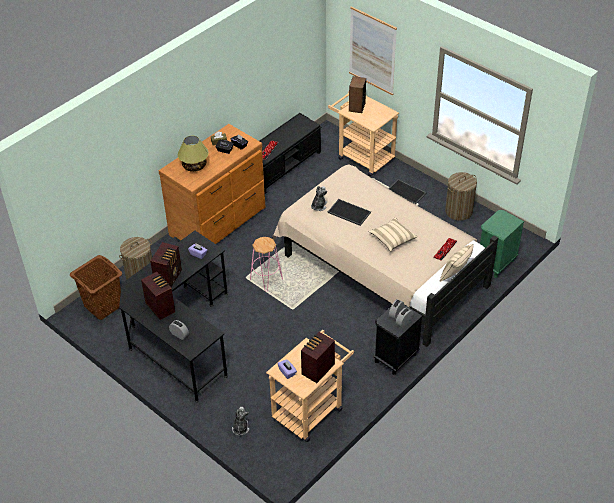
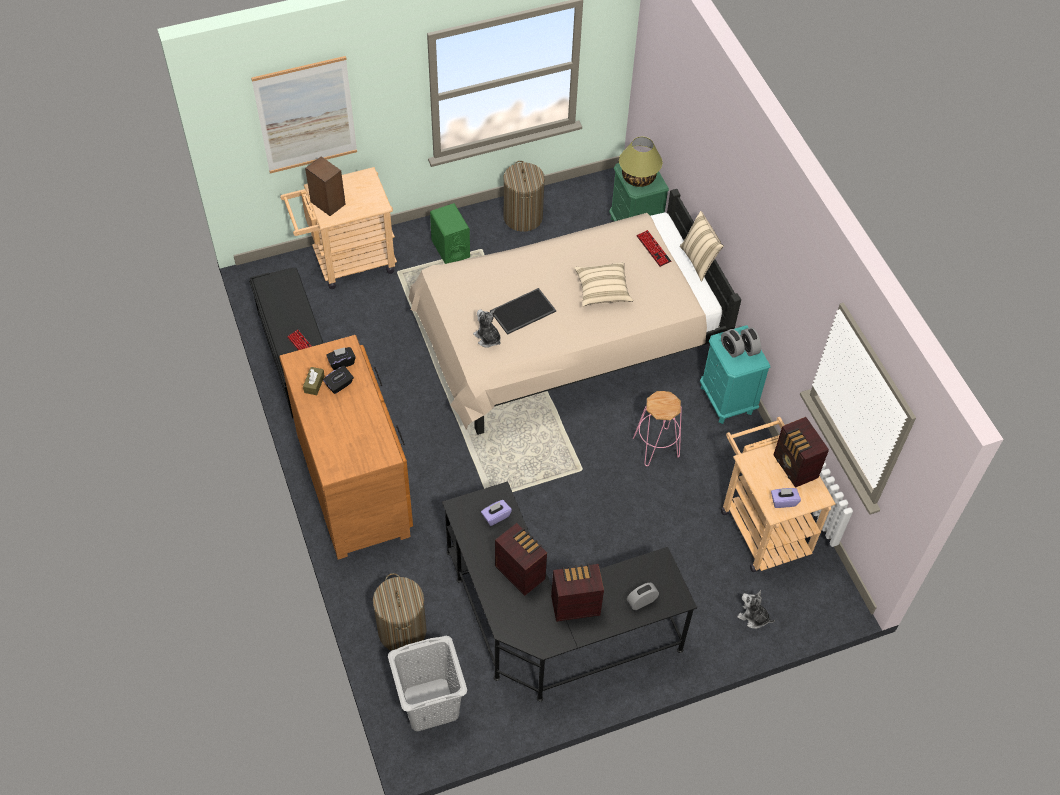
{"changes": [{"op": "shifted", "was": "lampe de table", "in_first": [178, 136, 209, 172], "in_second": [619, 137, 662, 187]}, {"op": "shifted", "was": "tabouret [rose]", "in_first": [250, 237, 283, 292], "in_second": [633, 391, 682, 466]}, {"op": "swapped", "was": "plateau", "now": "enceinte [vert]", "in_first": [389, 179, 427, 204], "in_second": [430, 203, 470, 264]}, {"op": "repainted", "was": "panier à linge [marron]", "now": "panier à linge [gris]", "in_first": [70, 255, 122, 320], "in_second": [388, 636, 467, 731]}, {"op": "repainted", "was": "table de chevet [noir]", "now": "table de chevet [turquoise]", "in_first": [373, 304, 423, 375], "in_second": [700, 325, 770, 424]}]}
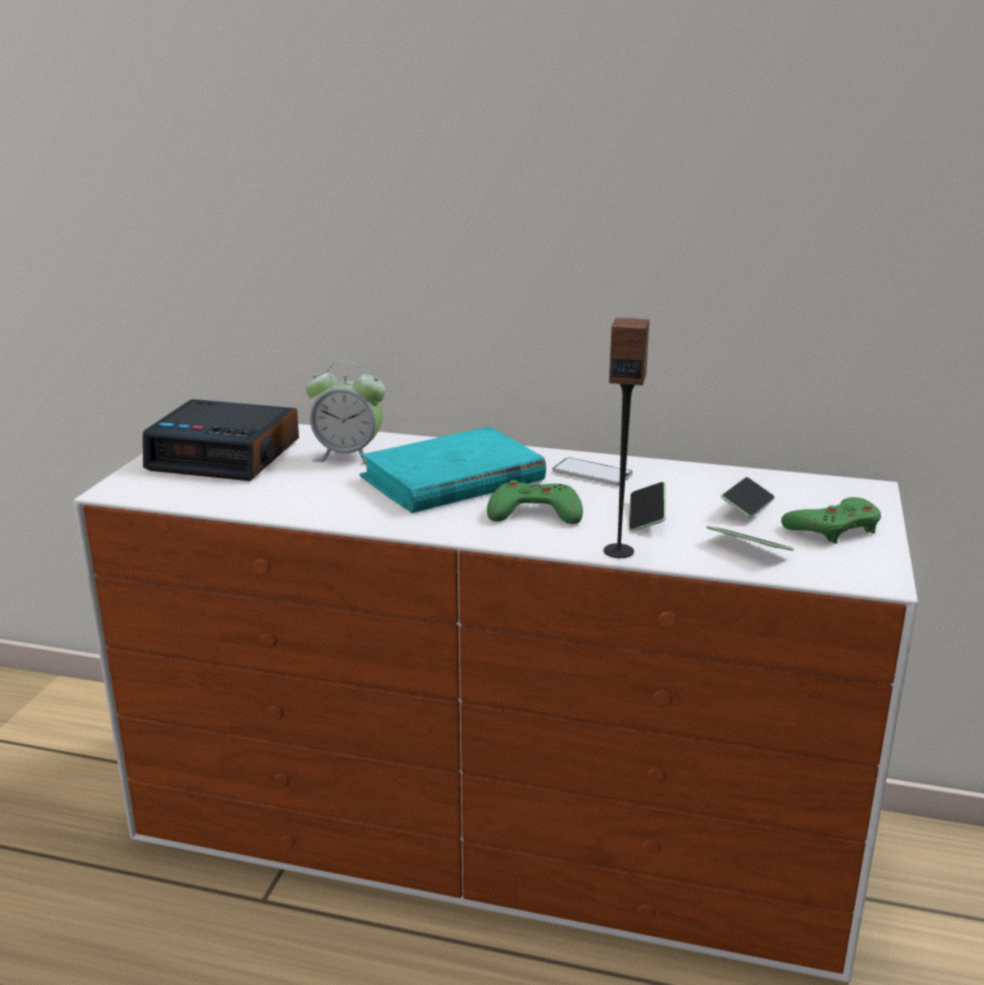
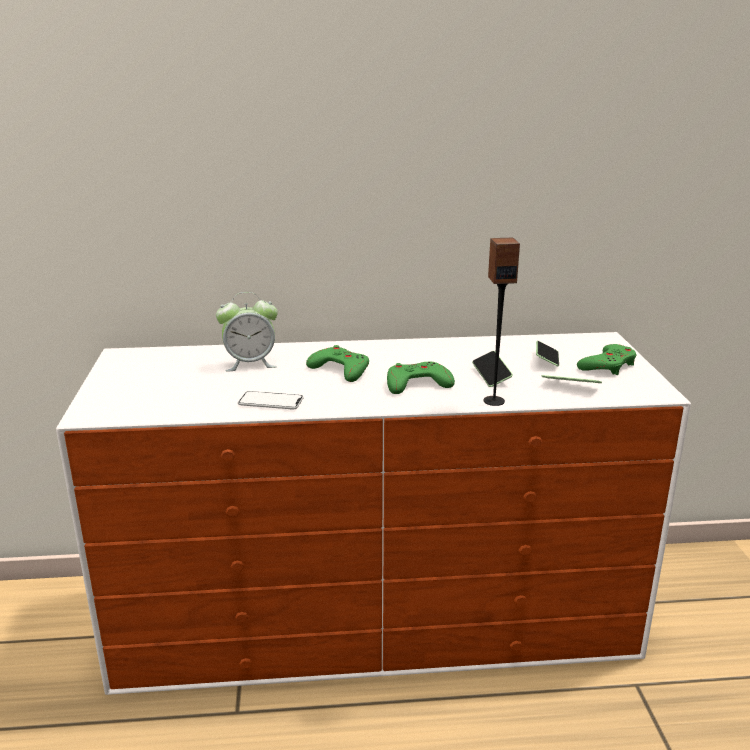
{"changes": [{"op": "gone", "was": "réveil", "in_first": [143, 399, 299, 481]}, {"op": "shifted", "was": "téléphone", "in_first": [552, 458, 633, 485], "in_second": [238, 391, 304, 410]}, {"op": "swapped", "was": "livre [turquoise]", "now": "manette [vert]", "in_first": [359, 426, 546, 513], "in_second": [306, 345, 369, 382]}]}
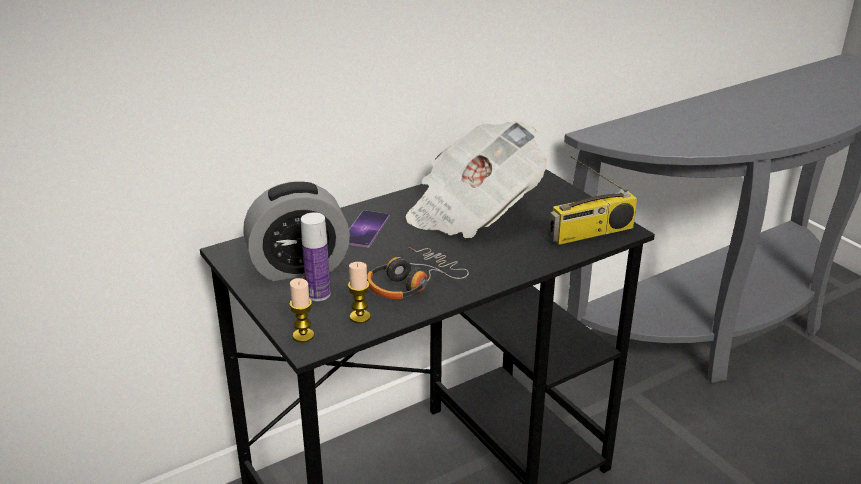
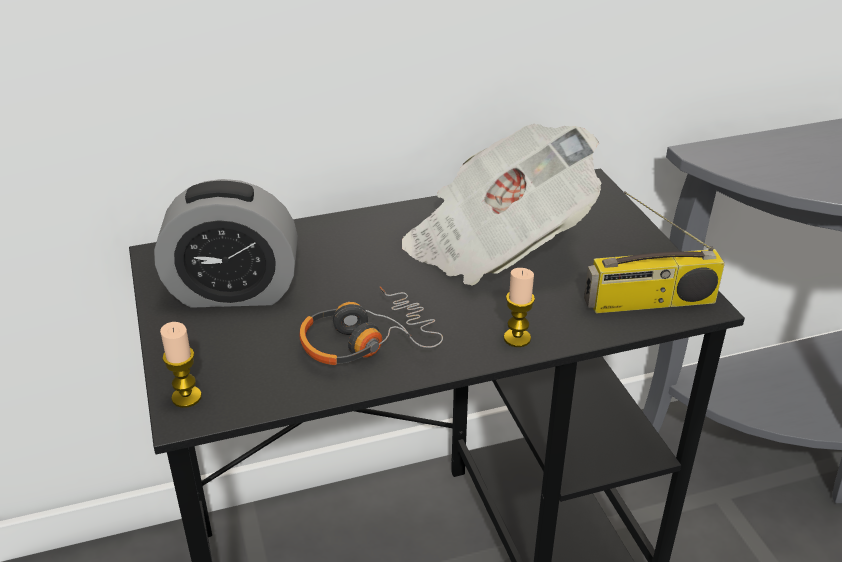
{"changes": [{"op": "gone", "was": "bouteille", "in_first": [301, 212, 331, 301]}, {"op": "gone", "was": "téléphone", "in_first": [349, 210, 390, 248]}, {"op": "shifted", "was": "bougie", "in_first": [348, 262, 371, 323], "in_second": [504, 268, 535, 347]}]}
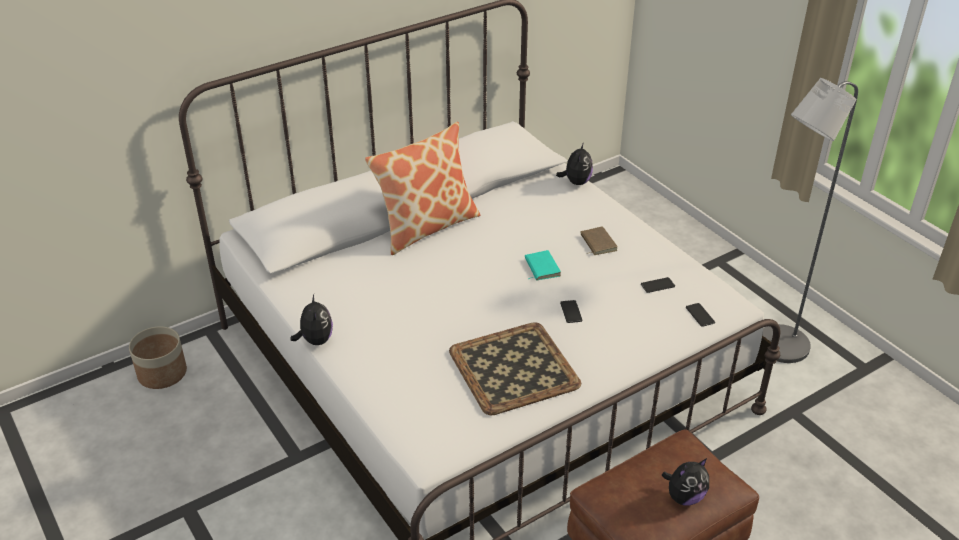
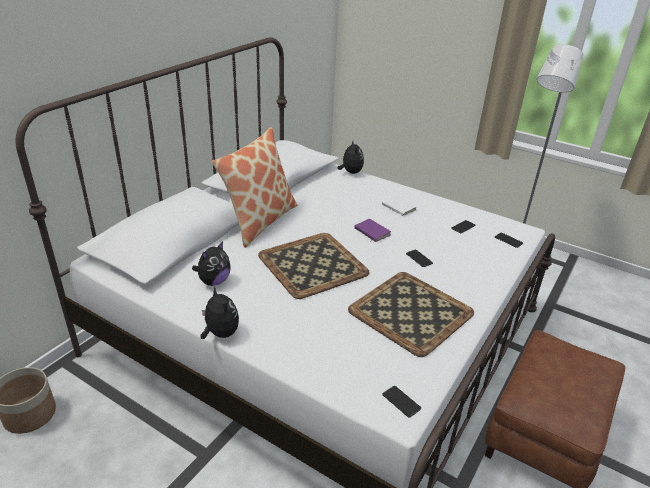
{"changes": [{"op": "new", "now": "plateau", "in_second": [258, 233, 369, 299]}, {"op": "new", "now": "téléphone", "in_second": [382, 386, 421, 417]}, {"op": "shifted", "was": "peluche", "in_first": [662, 458, 709, 506], "in_second": [192, 242, 231, 286]}, {"op": "repainted", "was": "livre [turquoise]", "now": "livre [violet]", "in_first": [525, 250, 561, 280], "in_second": [354, 219, 391, 242]}, {"op": "repainted", "was": "livre [marron]", "now": "livre [blanc]", "in_first": [581, 226, 618, 255], "in_second": [382, 196, 416, 216]}]}
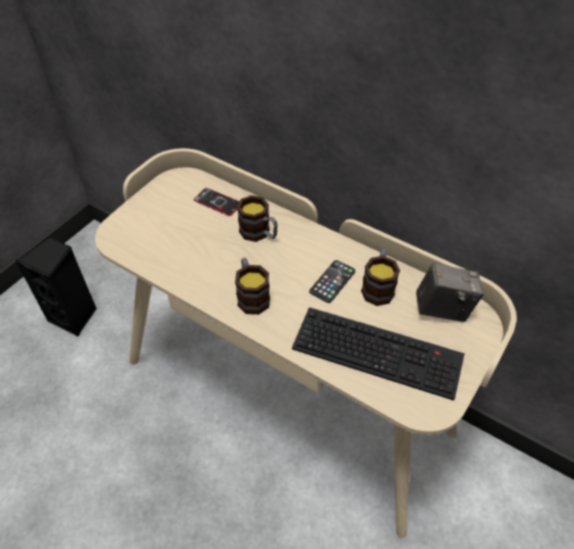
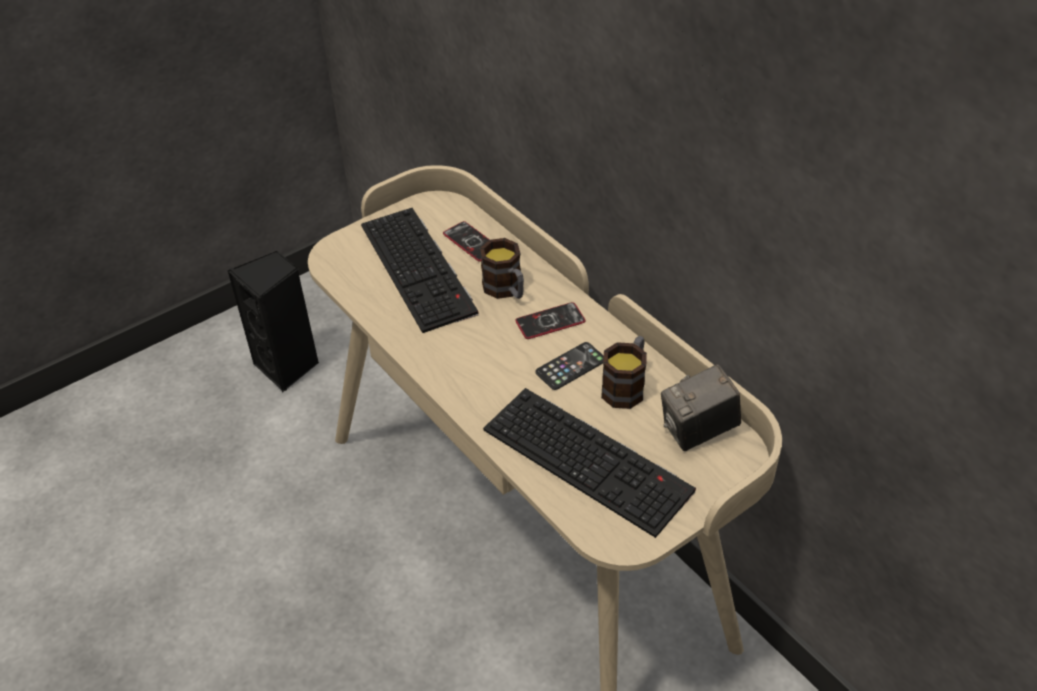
{"changes": [{"op": "gone", "was": "mug", "in_first": [235, 258, 270, 315]}, {"op": "new", "now": "clavier", "in_second": [361, 208, 479, 333]}, {"op": "new", "now": "téléphone", "in_second": [515, 302, 586, 339]}, {"op": "rotated", "was": "appareil photo", "in_first": [416, 263, 484, 322], "in_second": [661, 364, 741, 451], "clockwise": 135}]}
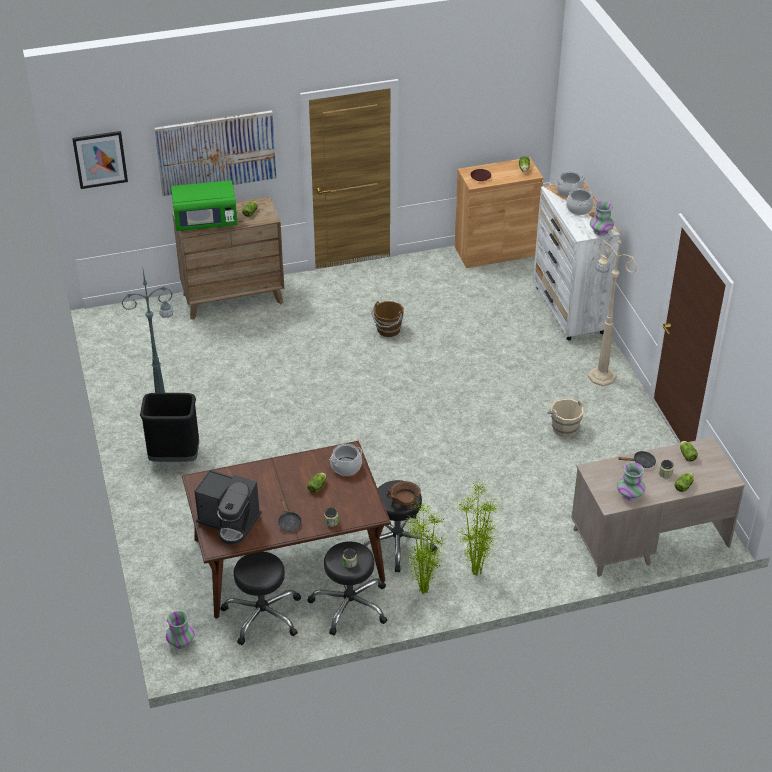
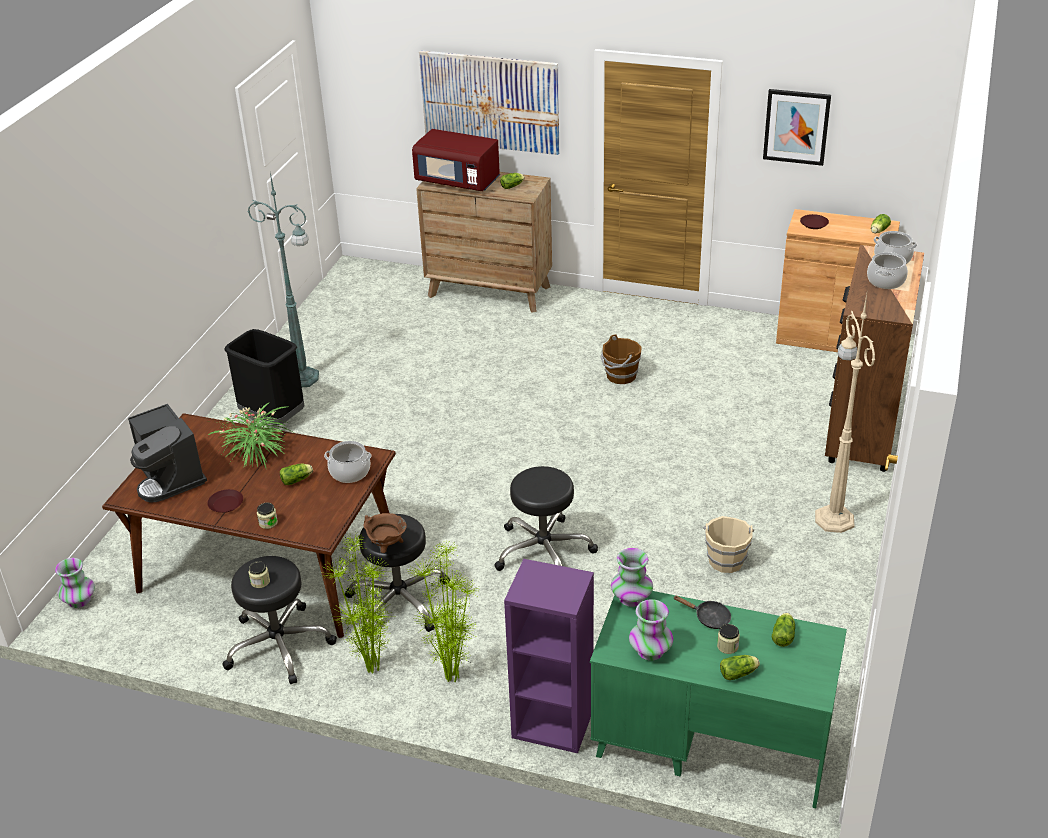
{"changes": [{"op": "new", "now": "plante en pot", "in_second": [208, 403, 293, 468]}, {"op": "new", "now": "bibliothèque [violet]", "in_second": [504, 559, 594, 753]}, {"op": "shifted", "was": "tableau", "in_first": [72, 131, 128, 189], "in_second": [763, 89, 831, 166]}, {"op": "shifted", "was": "tabouret [noir]", "in_first": [220, 552, 301, 645], "in_second": [494, 466, 598, 571]}, {"op": "shifted", "was": "vase", "in_first": [590, 201, 614, 236], "in_second": [611, 548, 653, 607]}, {"op": "swapped", "was": "poêle [noir]", "now": "assiette [marron]", "in_first": [278, 498, 302, 532], "in_second": [207, 489, 243, 513]}, {"op": "repainted", "was": "micro-ondes [vert]", "now": "micro-ondes [rouge]", "in_first": [171, 180, 237, 231], "in_second": [412, 129, 500, 191]}, {"op": "repainted", "was": "commode [blanc]", "now": "commode [marron]", "in_first": [533, 181, 620, 340], "in_second": [825, 245, 924, 472]}, {"op": "repainted", "was": "bureau [beige]", "now": "bureau [vert]", "in_first": [571, 437, 745, 577], "in_second": [590, 591, 847, 808]}]}
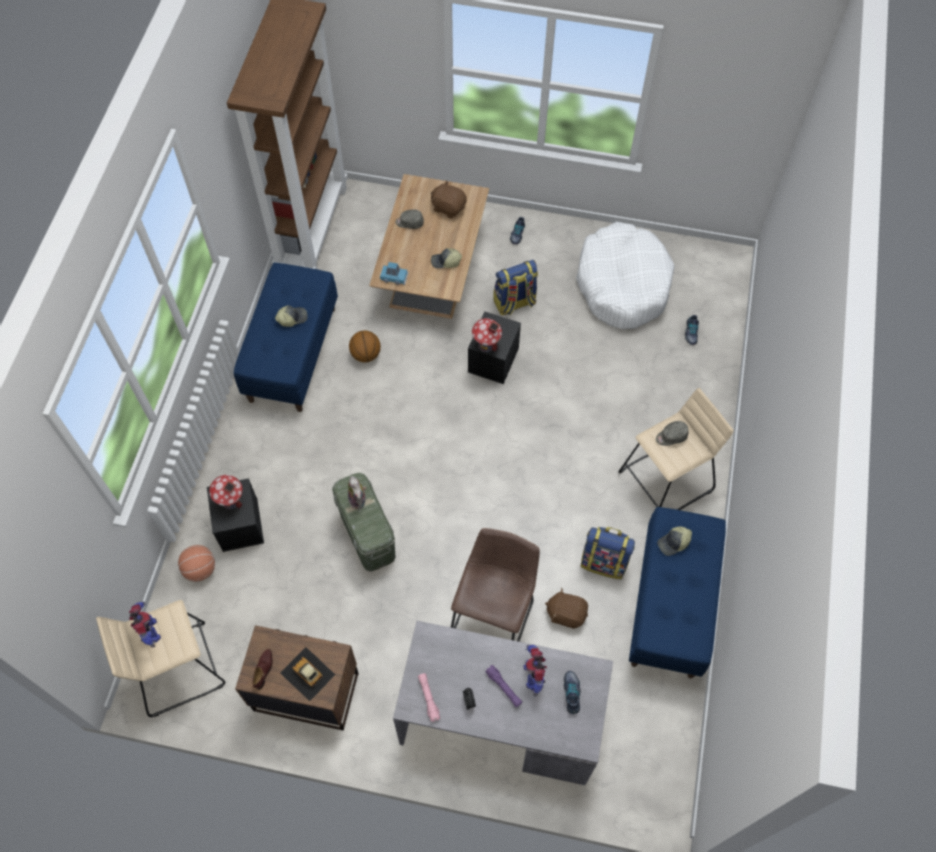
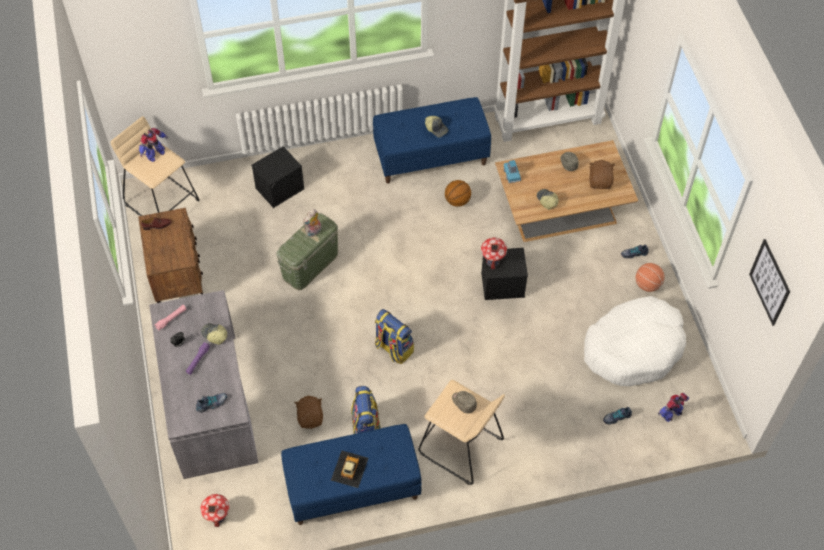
{"changes": [{"op": "gone", "was": "tabouret [marron]", "in_first": [451, 528, 540, 642]}, {"op": "new", "now": "tableau", "in_second": [749, 239, 790, 326]}, {"op": "shifted", "was": "ballon de basket", "in_first": [178, 545, 215, 581], "in_second": [635, 263, 665, 292]}, {"op": "shifted", "was": "maison miniature", "in_first": [209, 475, 243, 509], "in_second": [200, 494, 229, 527]}, {"op": "shifted", "was": "petite voiture", "in_first": [280, 647, 335, 701], "in_second": [331, 451, 369, 488]}, {"op": "shifted", "was": "sac à dos", "in_first": [494, 260, 538, 315], "in_second": [375, 309, 414, 364]}, {"op": "shifted", "was": "robot jouet", "in_first": [523, 645, 547, 696], "in_second": [658, 393, 689, 422]}, {"op": "shifted", "was": "casquette", "in_first": [657, 526, 692, 556], "in_second": [201, 323, 227, 345]}]}
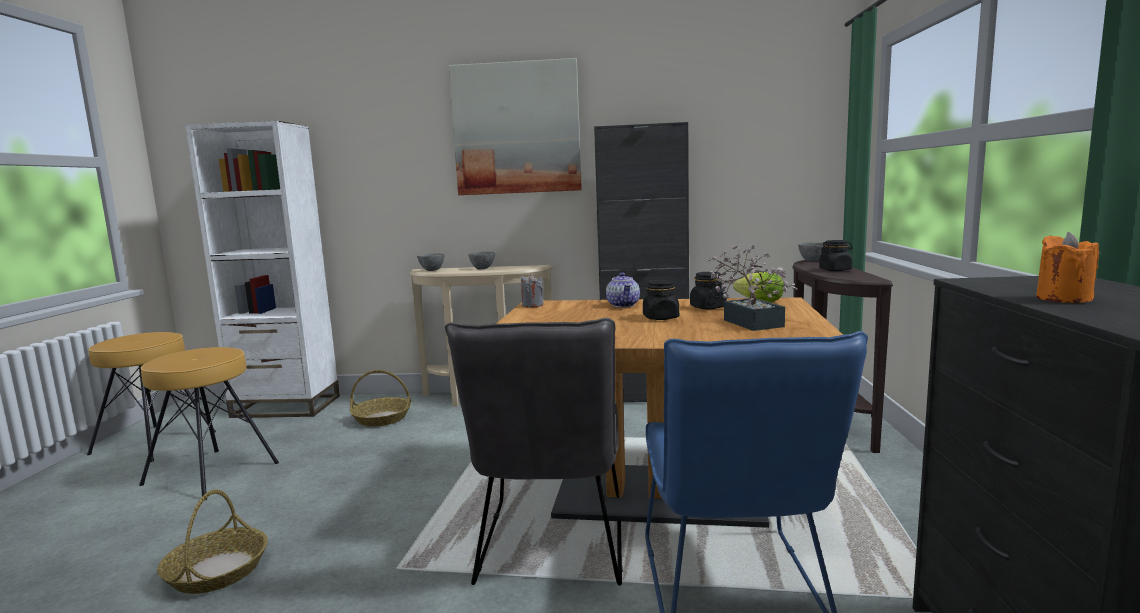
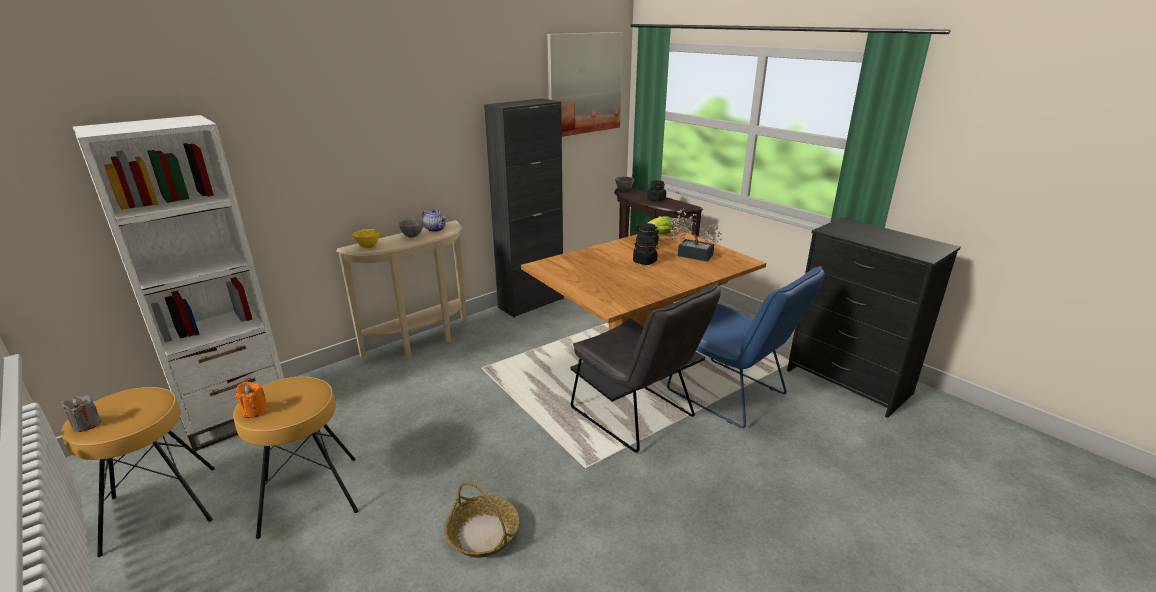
{"changes": [{"op": "gone", "was": "panier", "in_first": [350, 370, 411, 426]}, {"op": "shifted", "was": "tableau", "in_first": [449, 58, 582, 195], "in_second": [547, 32, 623, 137]}, {"op": "shifted", "was": "bougie [gris]", "in_first": [521, 274, 543, 307], "in_second": [62, 395, 101, 432]}, {"op": "shifted", "was": "théière", "in_first": [606, 272, 640, 307], "in_second": [422, 209, 446, 232]}, {"op": "shifted", "was": "bougie [orange]", "in_first": [1036, 232, 1099, 303], "in_second": [235, 381, 268, 418]}, {"op": "repainted", "was": "bol [gris]", "now": "bol [jaune]", "in_first": [417, 253, 445, 271], "in_second": [353, 229, 379, 248]}]}
